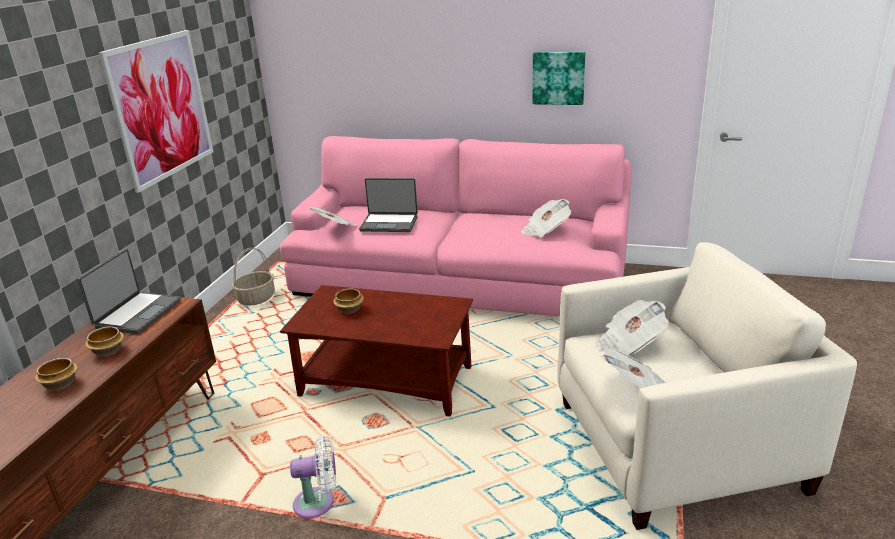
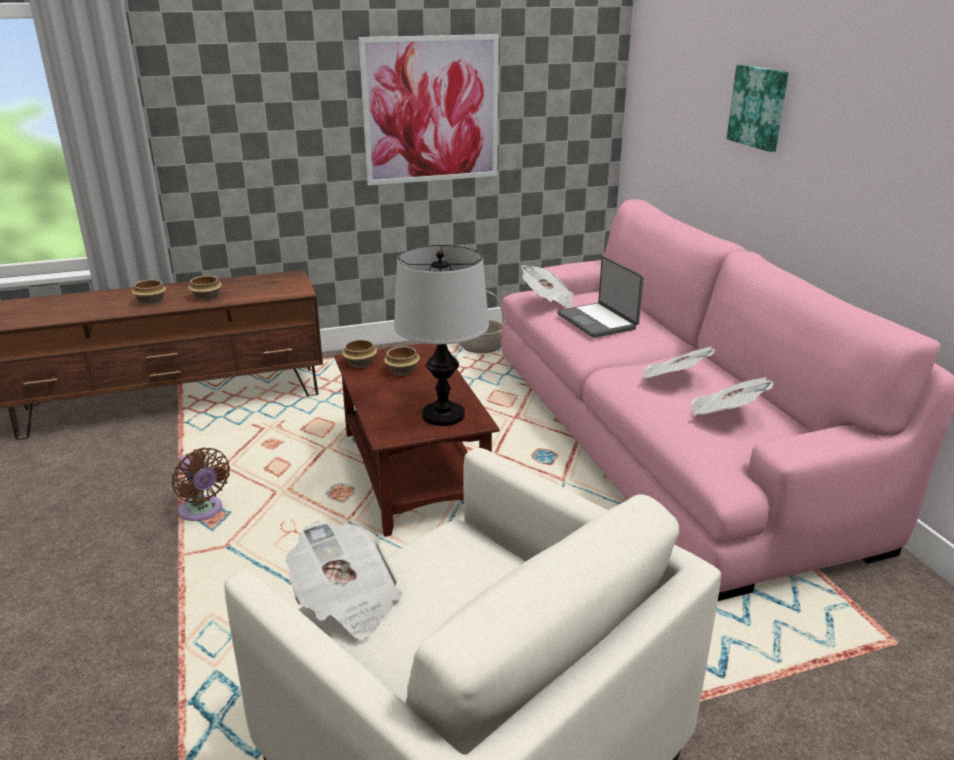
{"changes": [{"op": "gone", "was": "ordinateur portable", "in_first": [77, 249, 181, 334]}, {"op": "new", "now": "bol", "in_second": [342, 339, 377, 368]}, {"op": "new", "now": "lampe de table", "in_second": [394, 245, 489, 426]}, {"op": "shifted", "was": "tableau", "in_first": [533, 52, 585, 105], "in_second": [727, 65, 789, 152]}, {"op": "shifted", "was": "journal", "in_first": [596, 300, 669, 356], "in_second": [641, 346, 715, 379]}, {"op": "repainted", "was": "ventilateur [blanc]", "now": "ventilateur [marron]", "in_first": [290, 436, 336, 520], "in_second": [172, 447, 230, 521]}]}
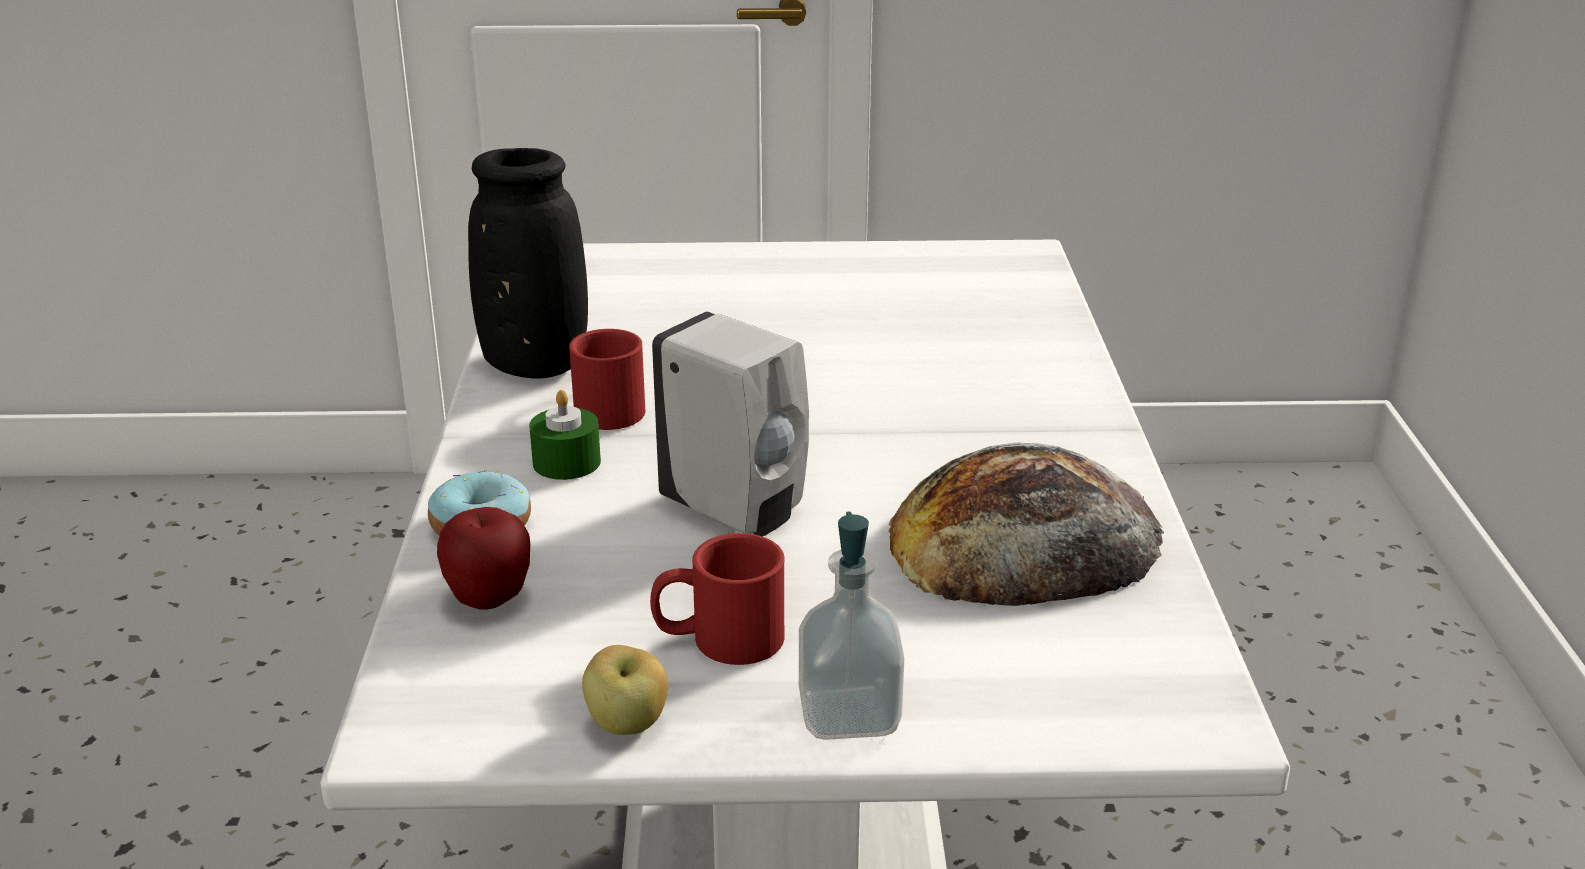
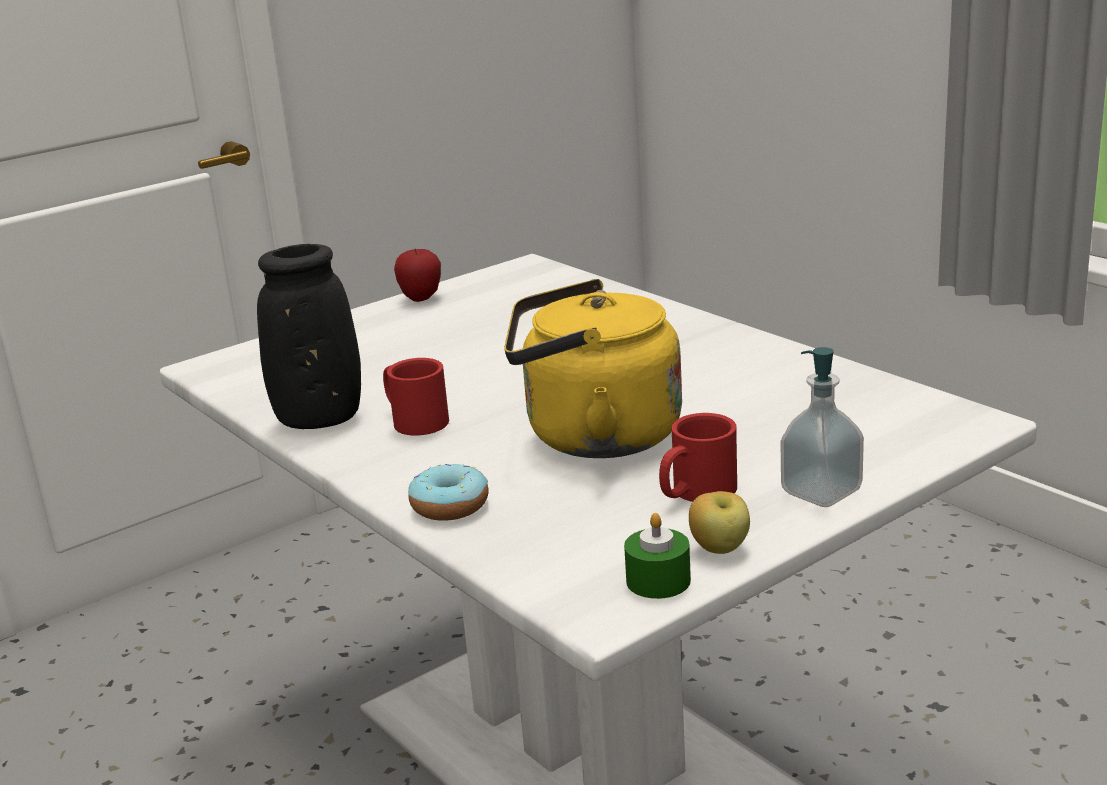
{"changes": [{"op": "gone", "was": "pain", "in_first": [888, 442, 1164, 606]}, {"op": "shifted", "was": "pomme", "in_first": [437, 507, 530, 610], "in_second": [394, 249, 441, 302]}, {"op": "shifted", "was": "bougie [vert]", "in_first": [529, 390, 601, 480], "in_second": [624, 513, 691, 599]}, {"op": "swapped", "was": "distributeur de savon [blanc]", "now": "bouilloire [jaune]", "in_first": [652, 311, 809, 536], "in_second": [504, 279, 682, 458]}]}
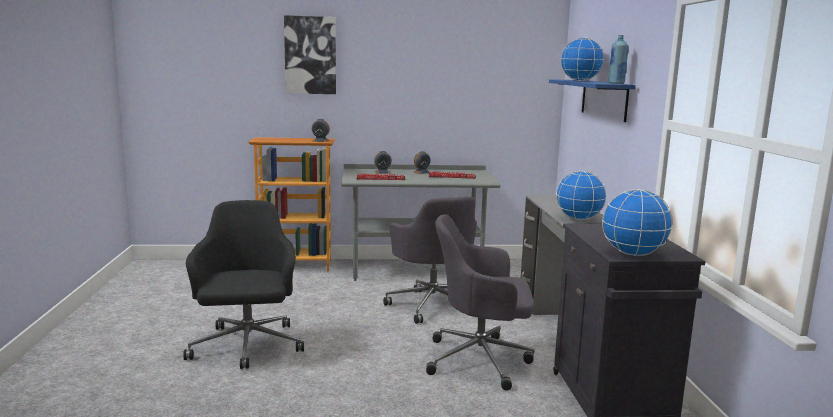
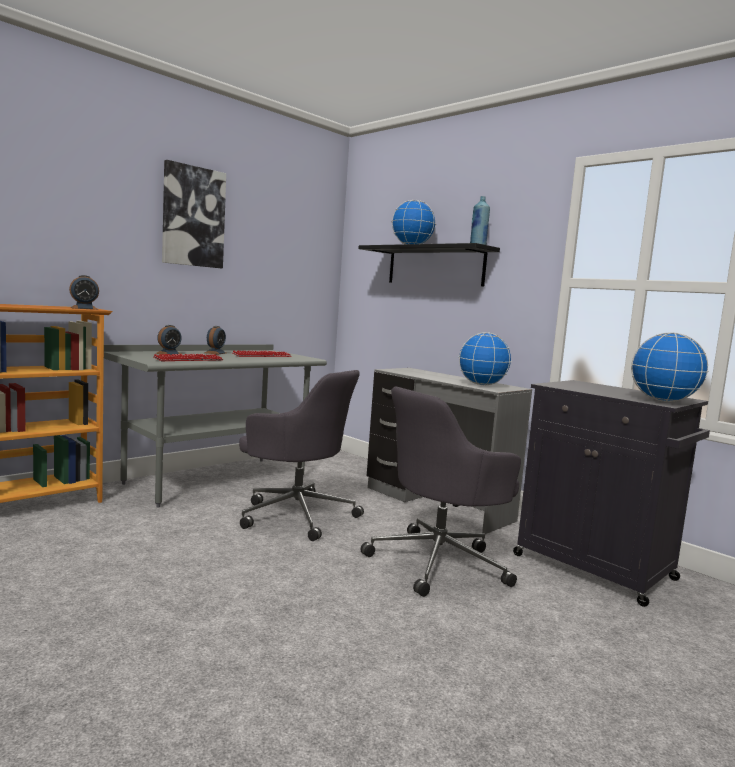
{"changes": [{"op": "gone", "was": "chaise de bureau [noir]", "in_first": [183, 200, 304, 369]}, {"op": "shifted", "was": "tableau", "in_first": [284, 15, 336, 94], "in_second": [162, 160, 226, 268]}, {"op": "repainted", "was": "étagère [bleu]", "now": "étagère [noir]", "in_first": [549, 79, 636, 122], "in_second": [358, 243, 500, 286]}]}
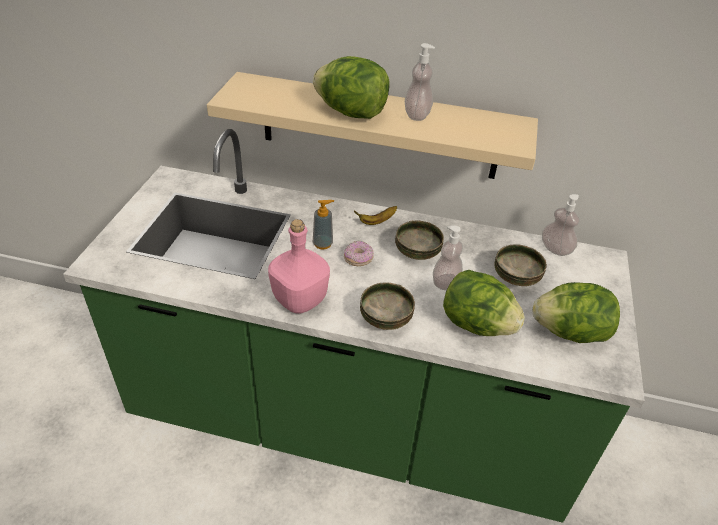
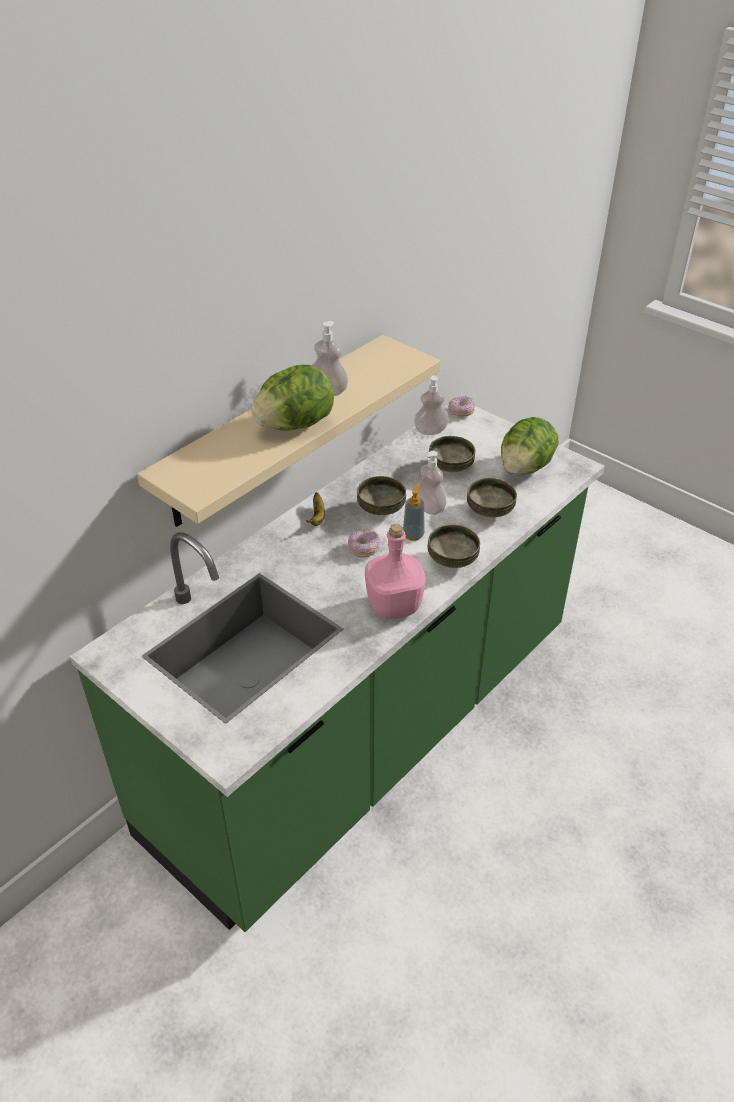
{"changes": [{"op": "new", "now": "beignet", "in_second": [448, 396, 475, 417]}, {"op": "shifted", "was": "distributeur de savon", "in_first": [313, 200, 334, 250], "in_second": [403, 484, 425, 541]}, {"op": "swapped", "was": "laitue", "now": "bol", "in_first": [443, 270, 525, 336], "in_second": [467, 478, 517, 517]}]}
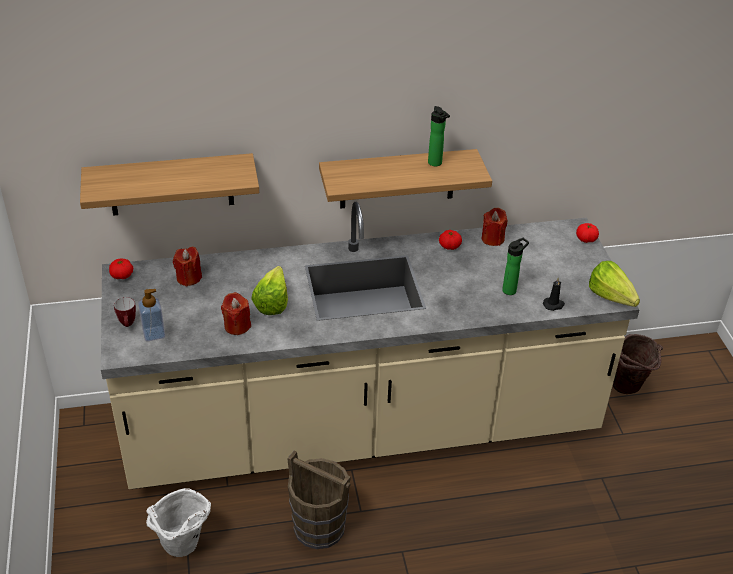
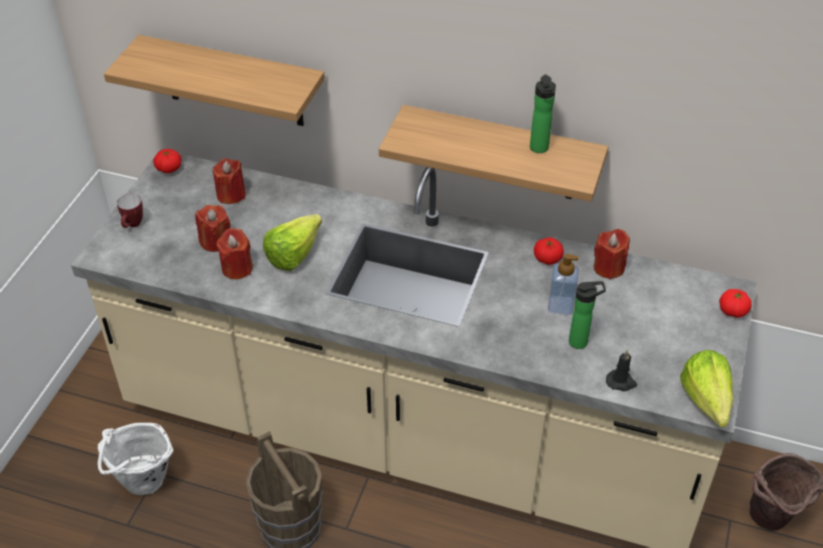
{"changes": [{"op": "new", "now": "bougie [rouge]", "in_second": [195, 205, 230, 252]}, {"op": "shifted", "was": "distributeur de savon", "in_first": [138, 289, 165, 341], "in_second": [548, 254, 579, 315]}]}
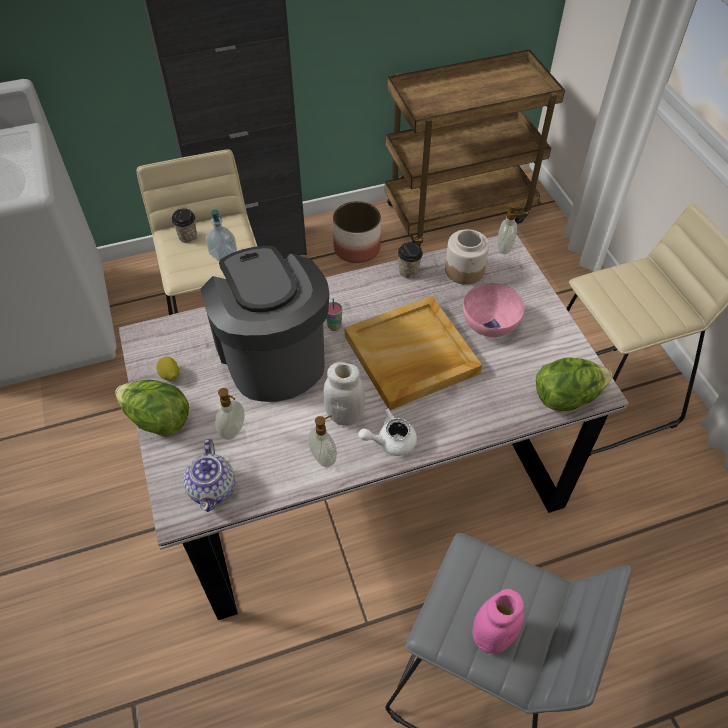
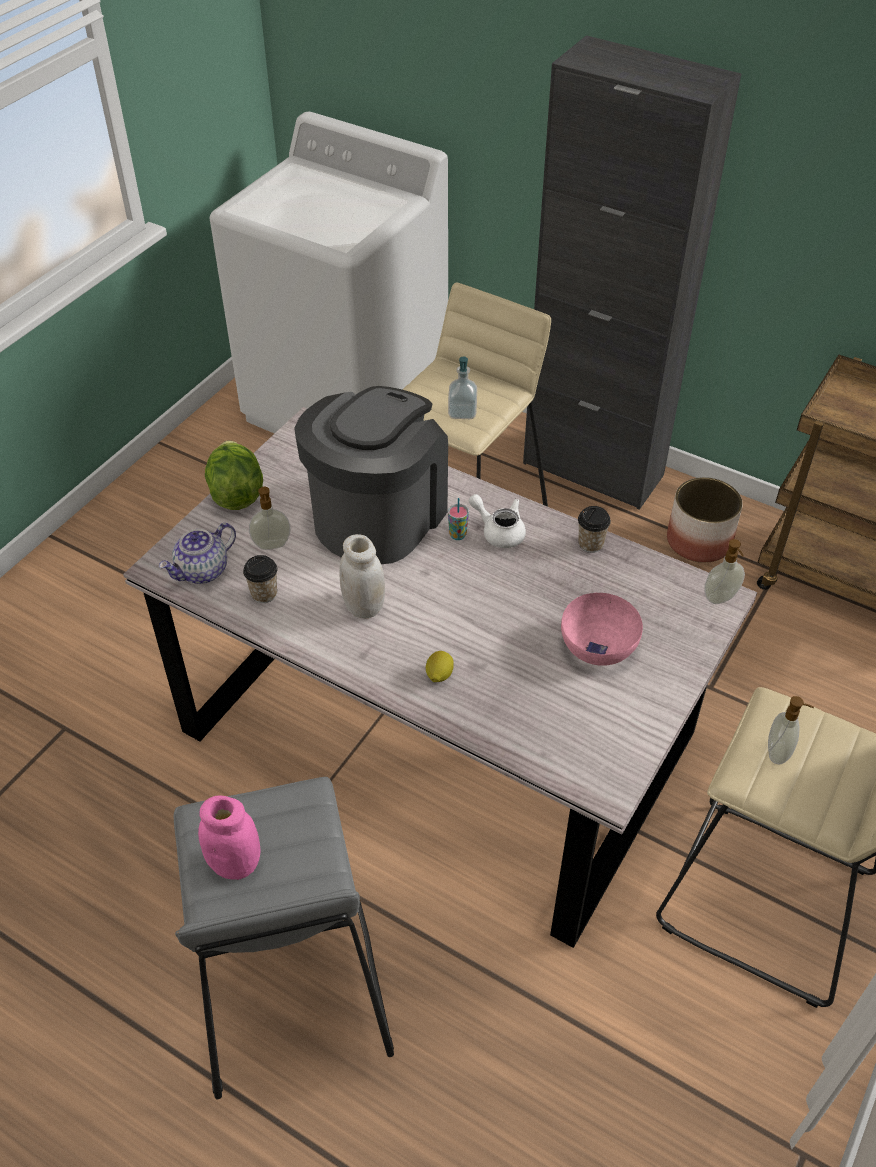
{"changes": [{"op": "gone", "was": "plateau [beige]", "in_first": [345, 296, 482, 410]}, {"op": "gone", "was": "bocal", "in_first": [445, 229, 489, 285]}, {"op": "gone", "was": "laitue", "in_first": [536, 357, 612, 411]}, {"op": "shifted", "was": "citron", "in_first": [156, 357, 179, 380], "in_second": [426, 651, 454, 682]}, {"op": "shifted", "was": "tasse", "in_first": [172, 208, 197, 243], "in_second": [243, 555, 277, 603]}, {"op": "shifted", "was": "distributeur de savon", "in_first": [308, 415, 337, 467], "in_second": [768, 696, 814, 764]}, {"op": "shifted", "was": "théière [blanc]", "in_first": [358, 408, 417, 456], "in_second": [469, 494, 526, 548]}]}
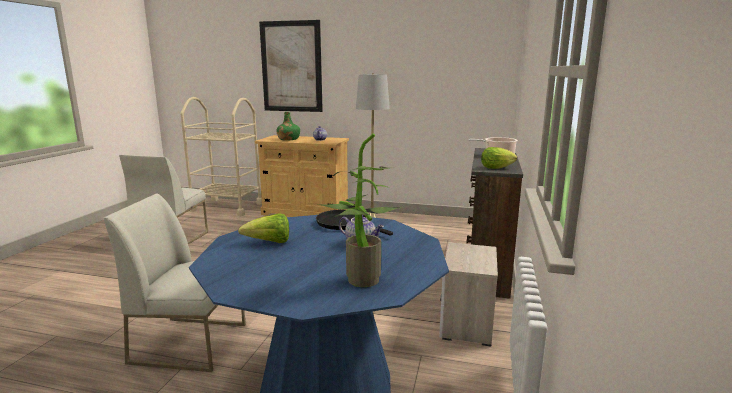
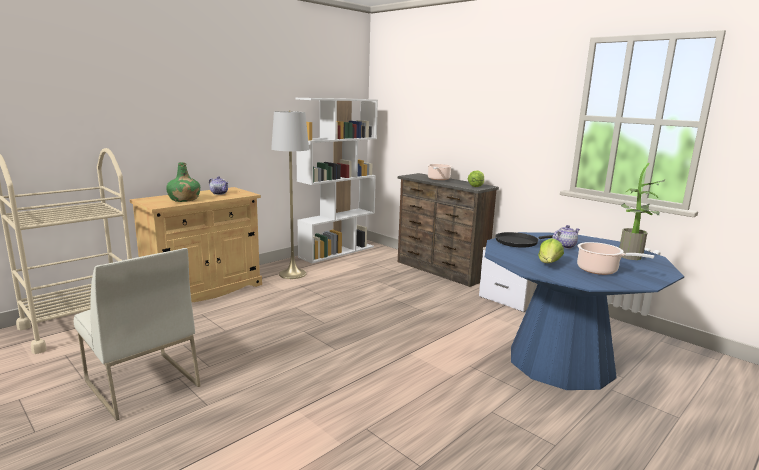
{"changes": [{"op": "gone", "was": "chaise [blanc]", "in_first": [104, 193, 246, 372]}, {"op": "gone", "was": "tableau", "in_first": [259, 20, 323, 112]}, {"op": "new", "now": "bibliothèque [blanc]", "in_second": [295, 98, 378, 264]}, {"op": "new", "now": "marmite", "in_second": [577, 242, 654, 275]}]}
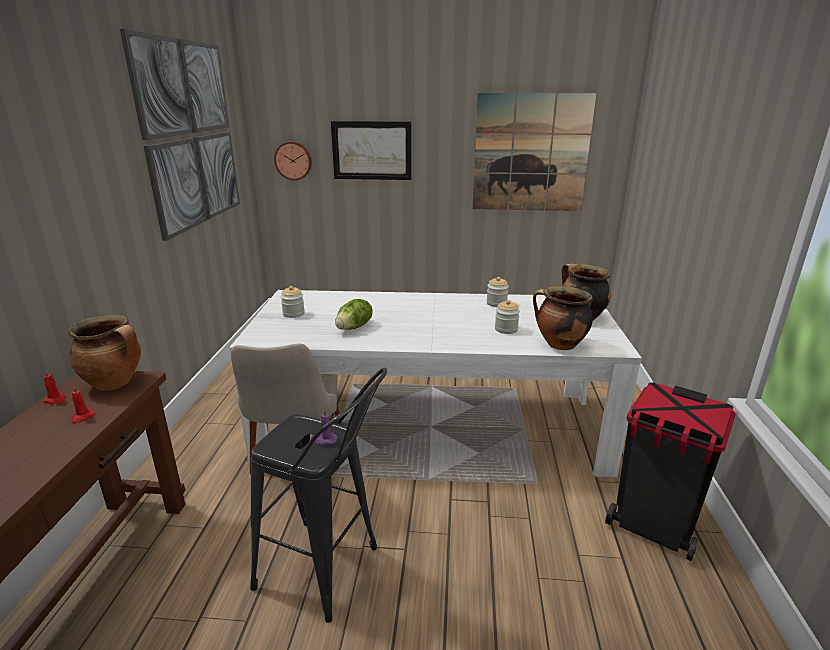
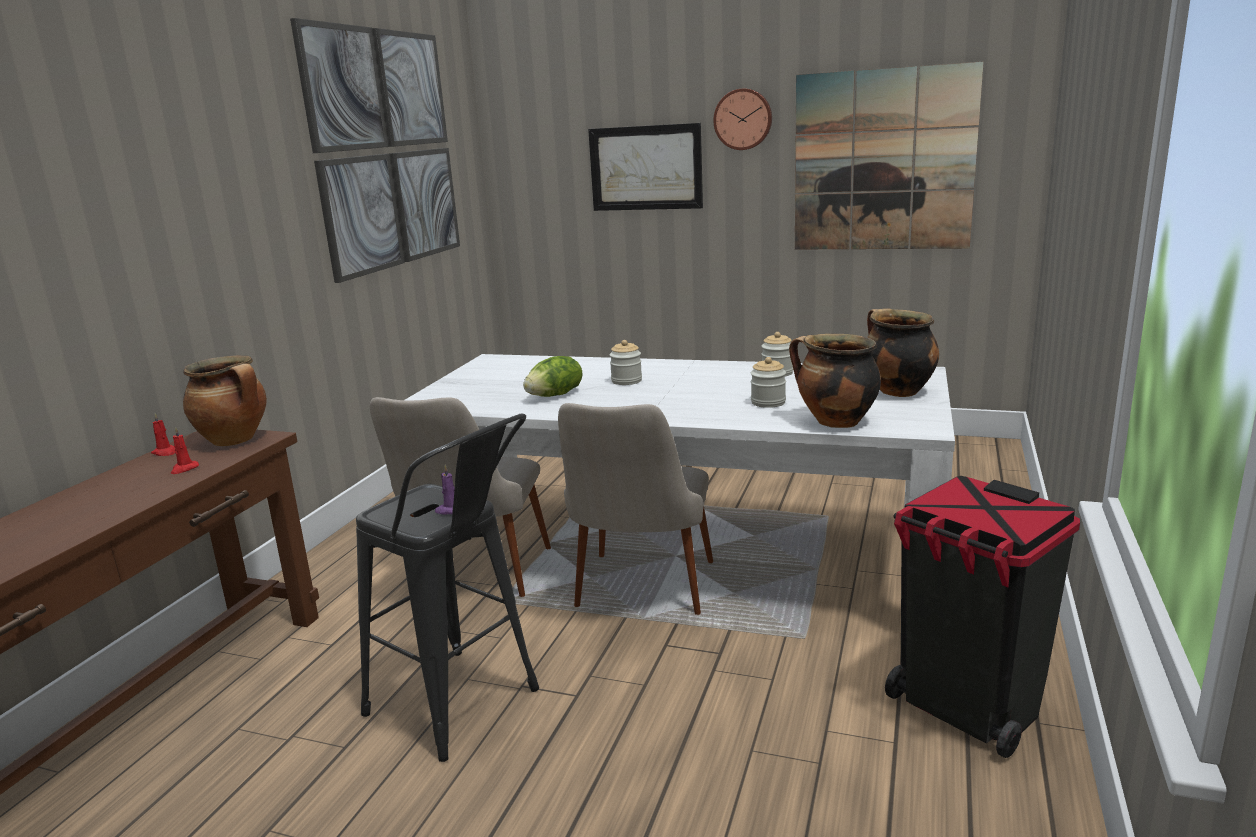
{"changes": [{"op": "new", "now": "chaise [beige]", "in_second": [558, 403, 713, 615]}, {"op": "shifted", "was": "horloge murale", "in_first": [274, 141, 312, 180], "in_second": [713, 89, 772, 150]}, {"op": "shifted", "was": "bocal", "in_first": [281, 286, 305, 318], "in_second": [610, 340, 642, 385]}]}
